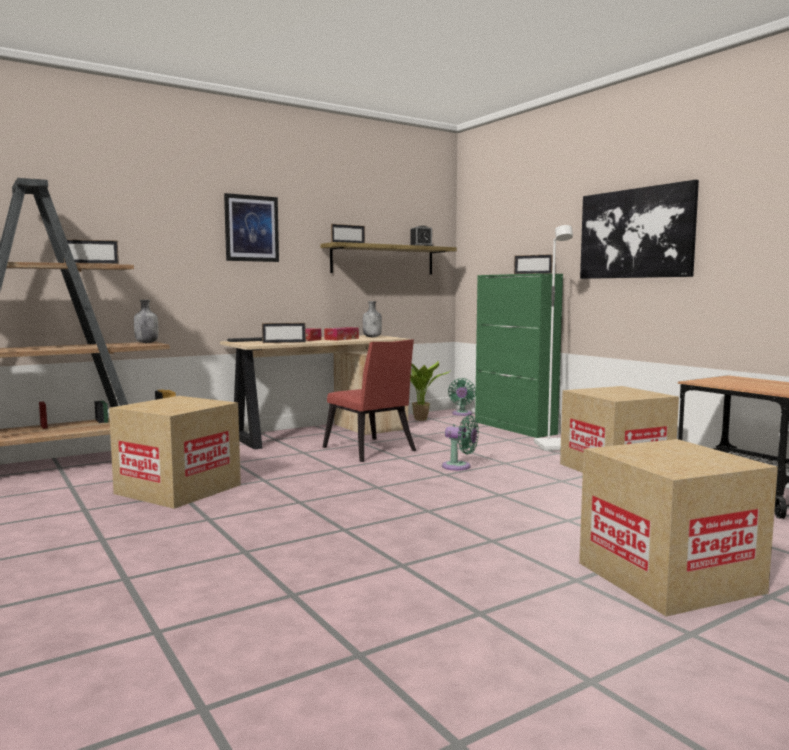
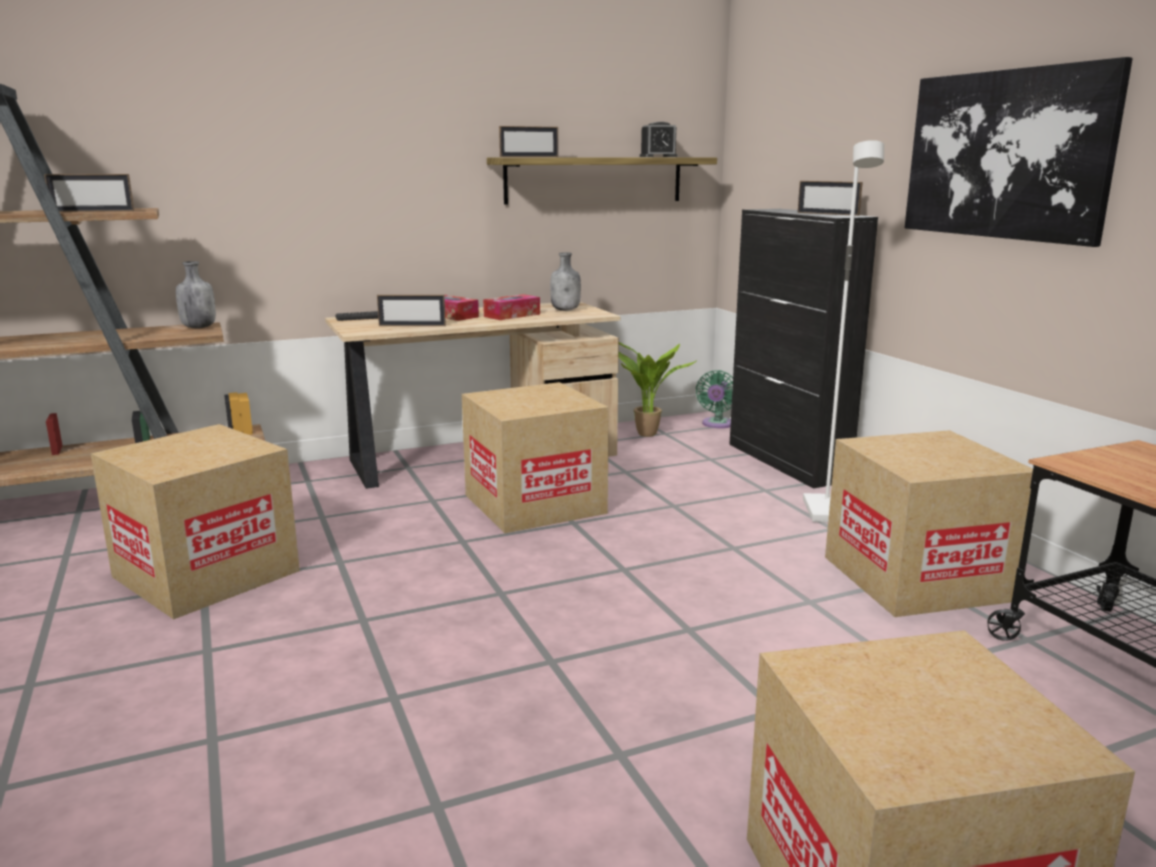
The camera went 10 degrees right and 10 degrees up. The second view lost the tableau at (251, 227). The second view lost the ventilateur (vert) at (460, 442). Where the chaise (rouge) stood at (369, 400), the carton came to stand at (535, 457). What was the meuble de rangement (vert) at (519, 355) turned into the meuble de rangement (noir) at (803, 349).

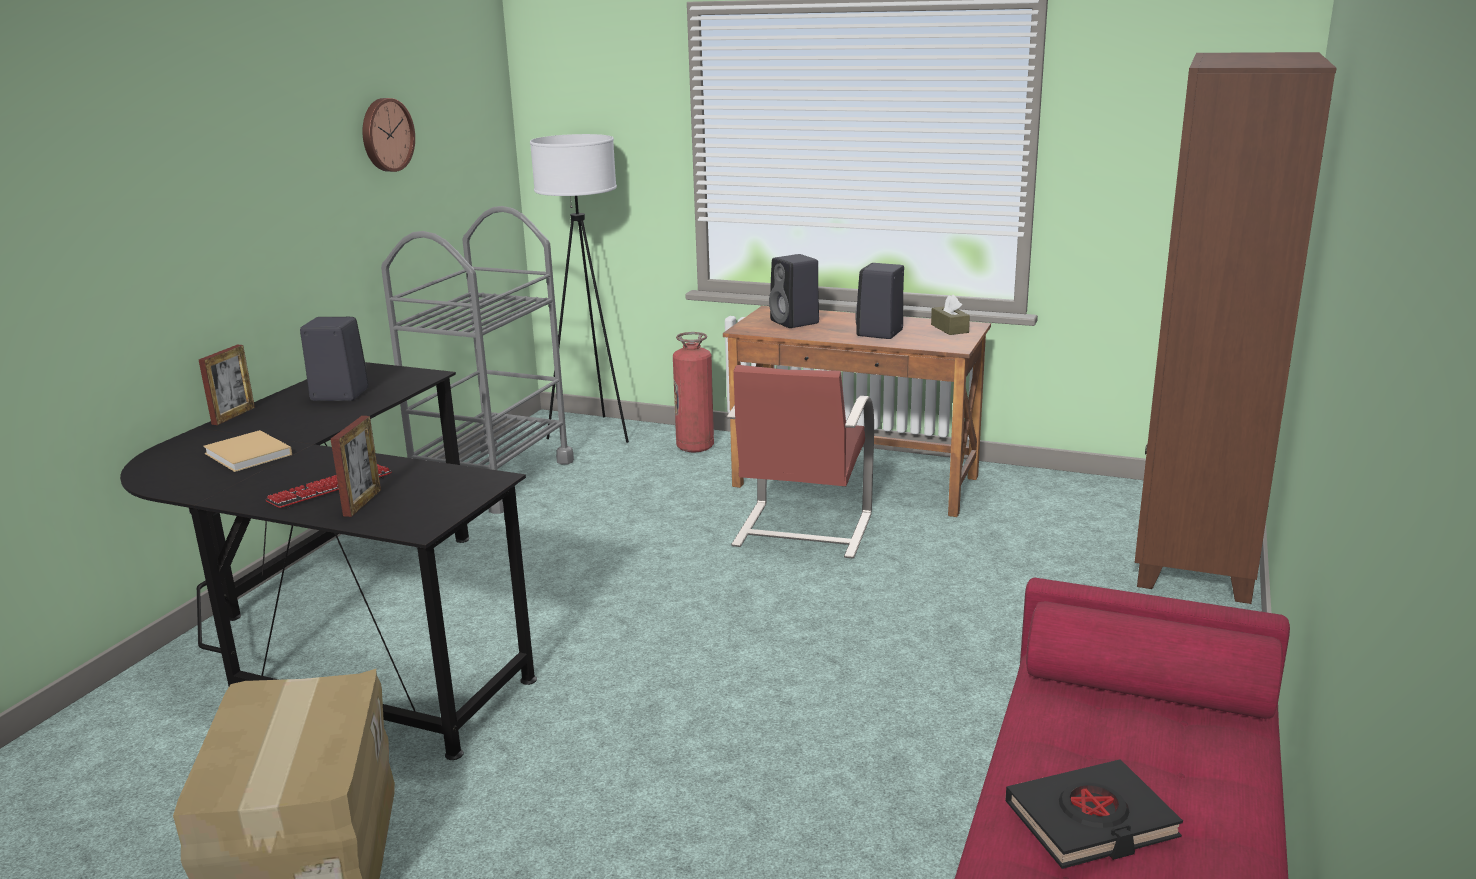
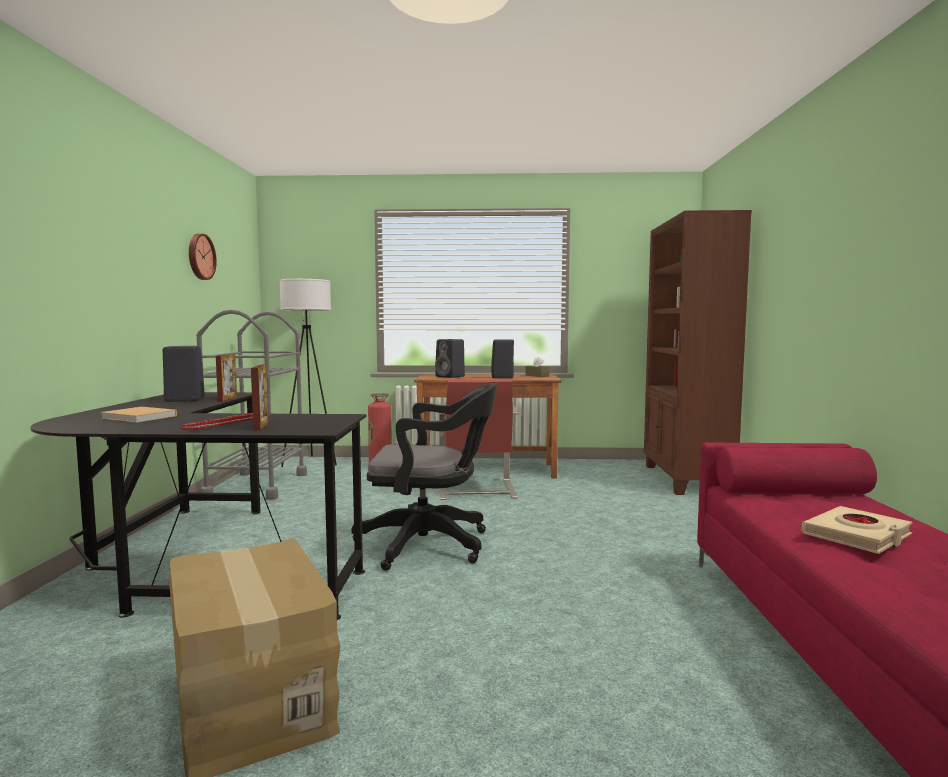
The camera went 20 degrees left and 15 degrees down. The second view gained the chaise de bureau (noir) at (424, 477). The cadre photo ended up elsewhere, having gone from (227, 384) to (226, 377). What was the livre (noir) at (1094, 814) turned into the livre (beige) at (857, 530).

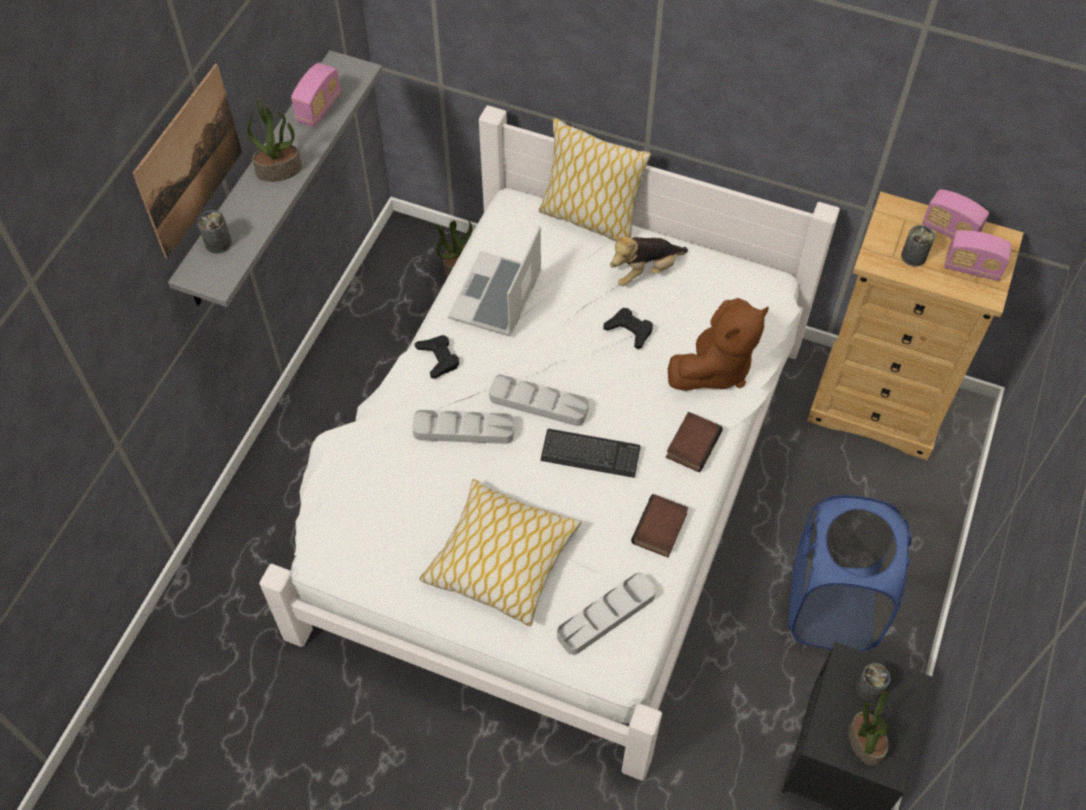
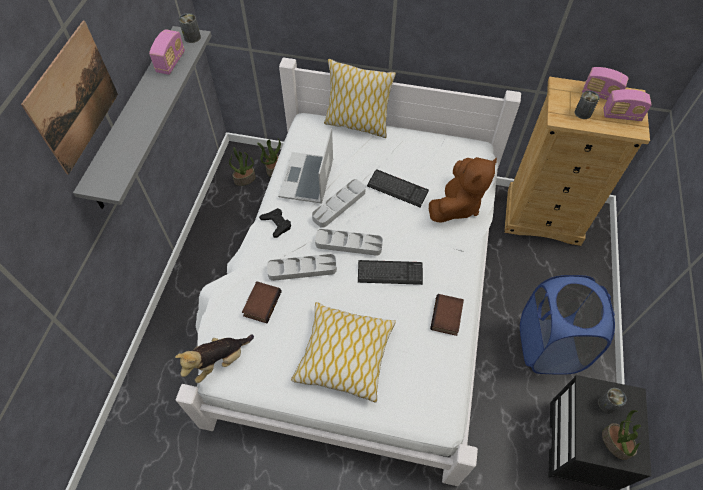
The camera went 10 degrees left and 0 degrees up. The boîte métallique ended up elsewhere, having gone from (214, 232) to (190, 28). The plante en pot ended up elsewhere, having gone from (274, 140) to (242, 166). The plateau (gris) ended up elsewhere, having gone from (606, 614) to (339, 203). The peluche ended up elsewhere, having gone from (649, 261) to (214, 358). The livre ended up elsewhere, having gone from (694, 442) to (262, 302). Where the manette (noir) stood at (628, 328), the clavier came to stand at (398, 188).

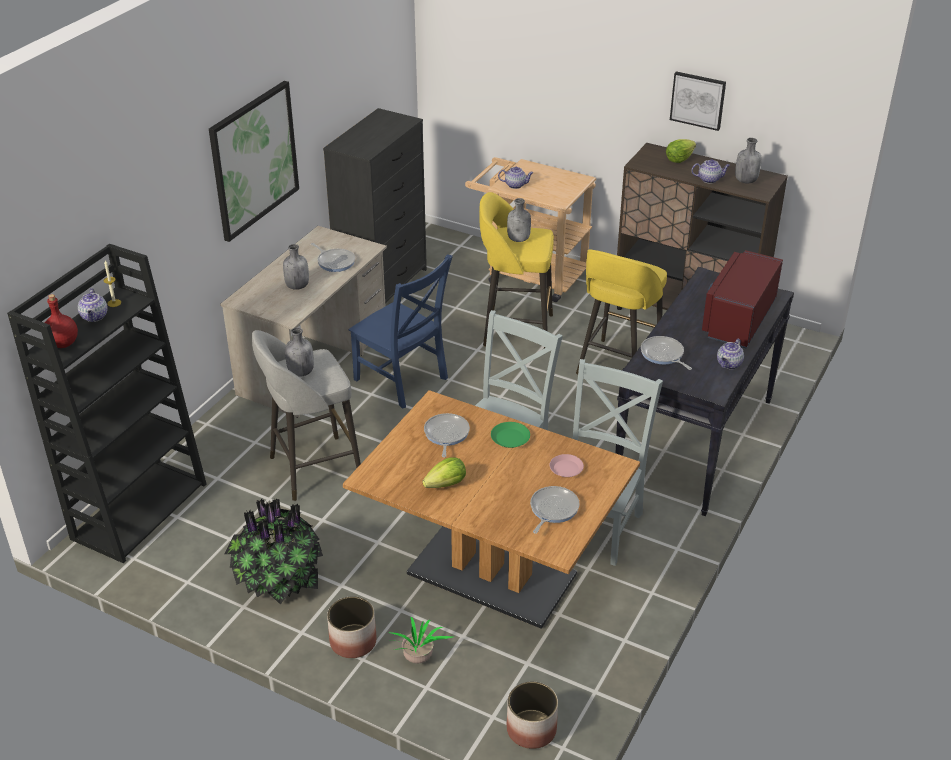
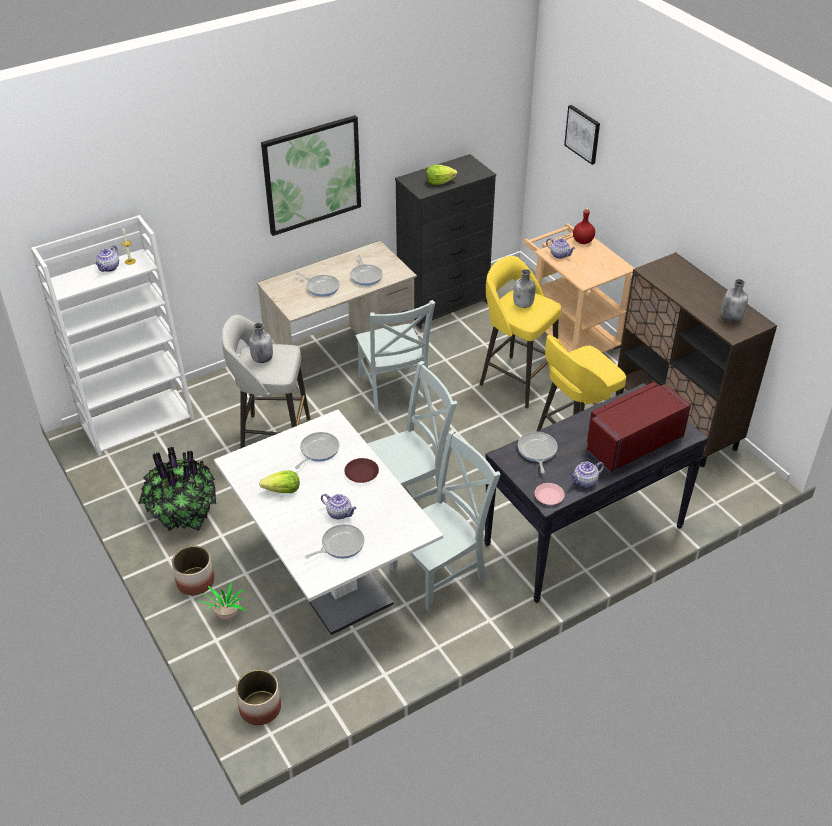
The camera went 30 degrees right and 5 degrees up. The bouteille (rouge) ended up elsewhere, having gone from (61, 321) to (584, 226). The assiette (rose) ended up elsewhere, having gone from (567, 465) to (550, 494). The laitue ended up elsewhere, having gone from (681, 151) to (442, 175). The tableau ended up elsewhere, having gone from (698, 101) to (582, 135). The théière ended up elsewhere, having gone from (710, 171) to (339, 506). Where the bouteille (gris) stood at (296, 267), the poêle came to stand at (318, 285). What was the bibliothèque (noir) at (106, 403) turned into the bibliothèque (blanc) at (112, 335). What was the table à manger (marron) at (491, 509) turned into the table à manger (blanc) at (328, 522). What was the chaise (bleu) at (401, 331) turned into the chaise (gris) at (395, 357). What was the assiette (vert) at (510, 435) turned into the assiette (marron) at (361, 470).

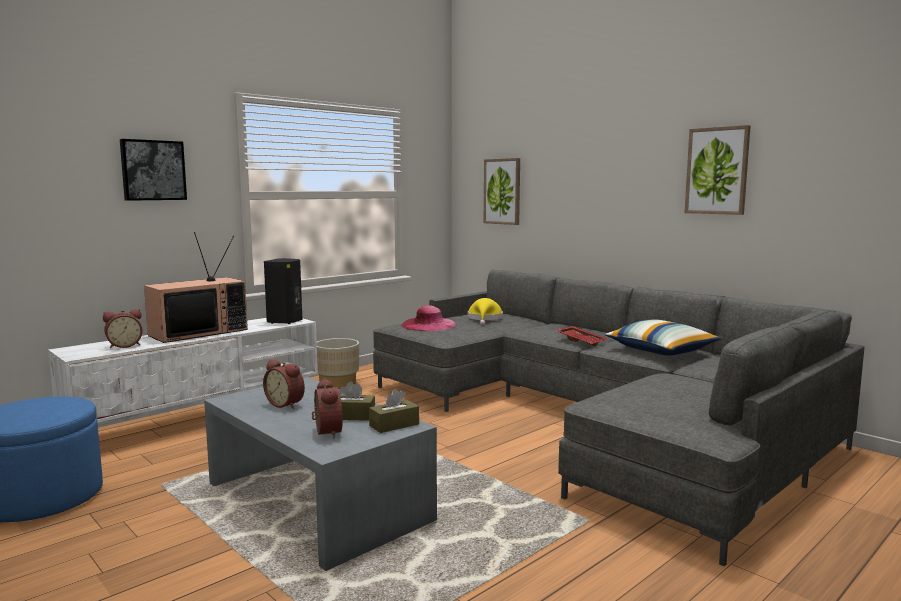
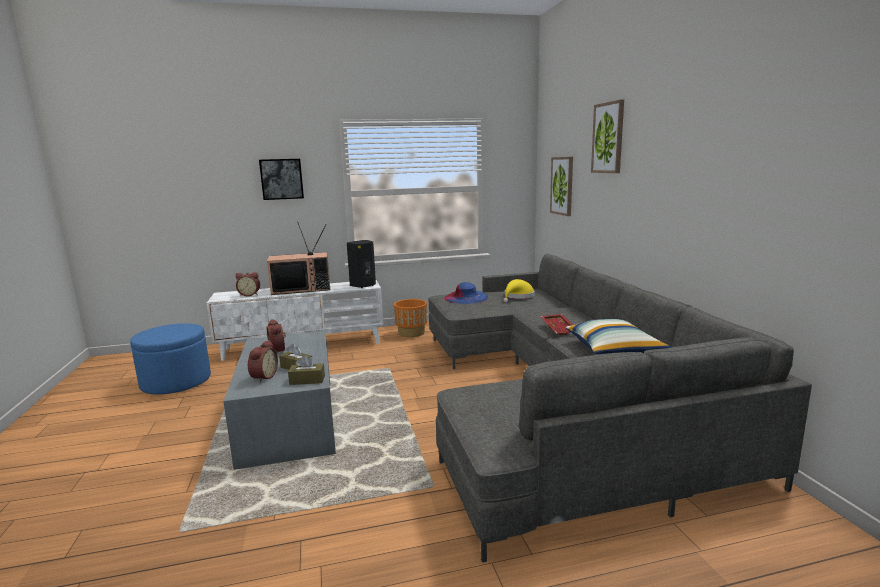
The camera went 30 degrees right and 5 degrees up. The tableau ended up elsewhere, having gone from (718, 170) to (607, 136). What was the cache-pot (beige) at (338, 363) turned into the cache-pot (orange) at (410, 318). What was the chapeau (rose) at (428, 318) turned into the chapeau (bleu) at (466, 293).

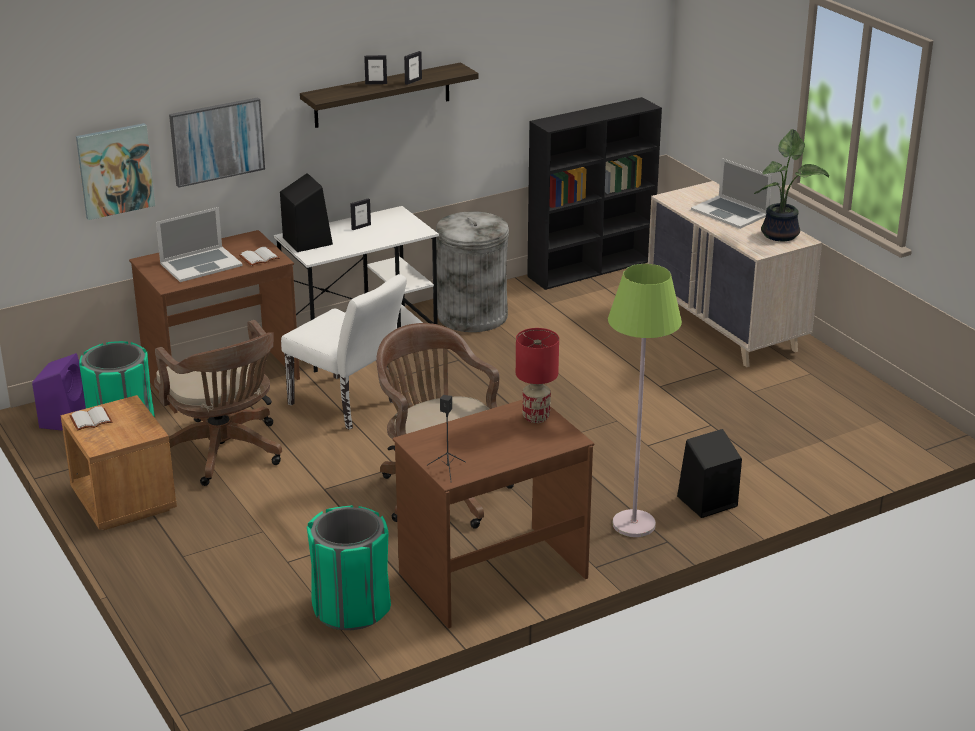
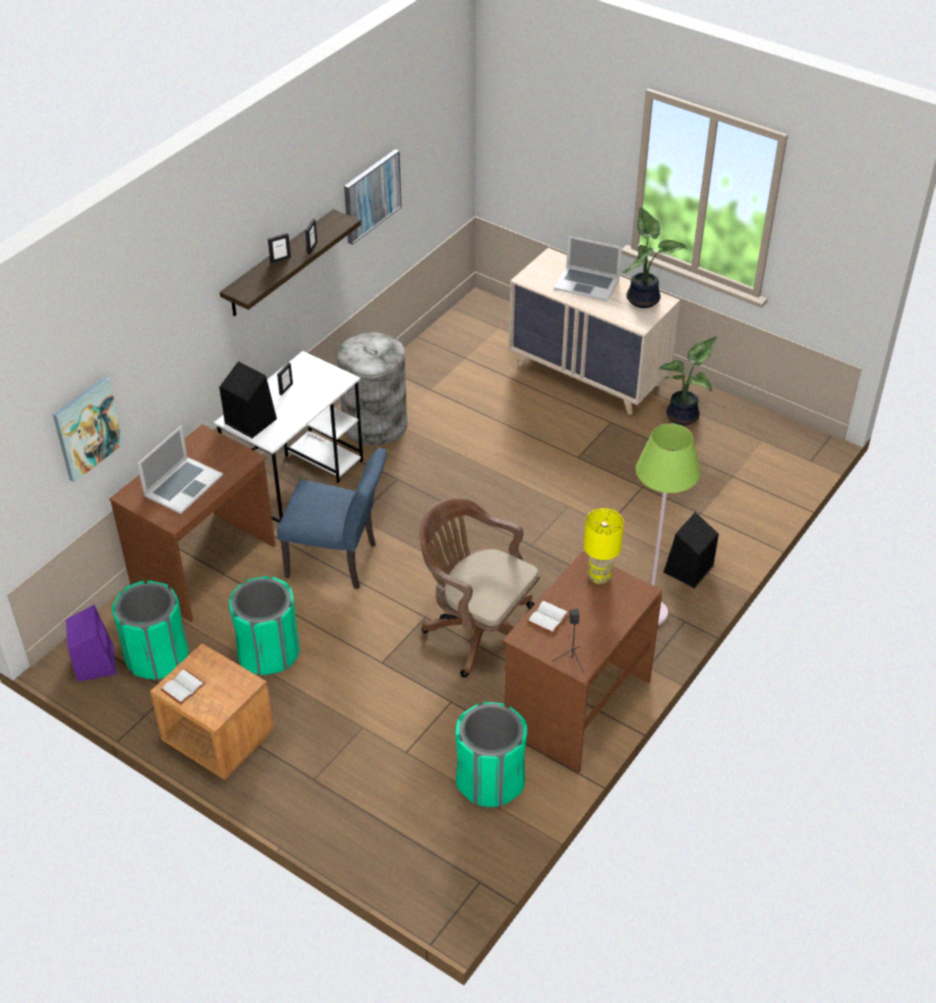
The camera went 25 degrees left and 15 degrees up. The second view lost the bibliothèque (noir) at (594, 193). The second view gained the plante en pot at (688, 381). The tableau ended up elsewhere, having gone from (217, 142) to (373, 197). The livre (blanc) ended up elsewhere, having gone from (259, 256) to (548, 617). Where the chaise de bureau (marron) stood at (218, 403), the poubelle (vert) came to stand at (264, 625). What was the chaise (blanc) at (344, 352) turned into the chaise (bleu) at (332, 518). What was the lampe de table (rouge) at (537, 375) turned into the lampe de table (jaune) at (604, 546).

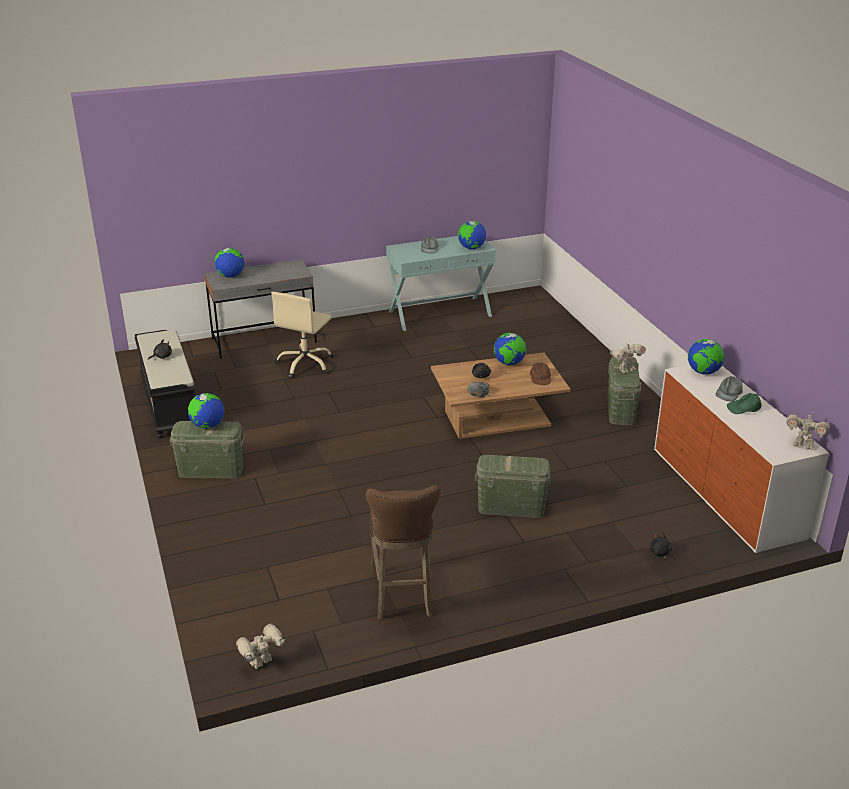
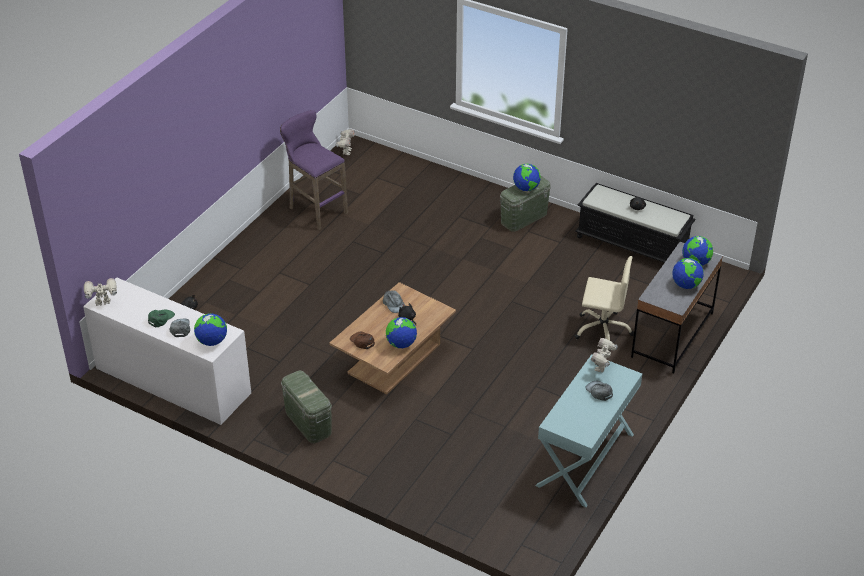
The camera went 140 degrees right and 10 degrees up. The second view lost the boîte de rangement (vert) at (513, 486). The globe ended up elsewhere, having gone from (472, 235) to (688, 273). The robot jouet ended up elsewhere, having gone from (628, 357) to (604, 355). What was the tabouret (marron) at (403, 552) turned into the tabouret (violet) at (314, 170). The chaise de bureau (beige) at (302, 335) ended up facing another way, 120 degrees clockwise from before.

